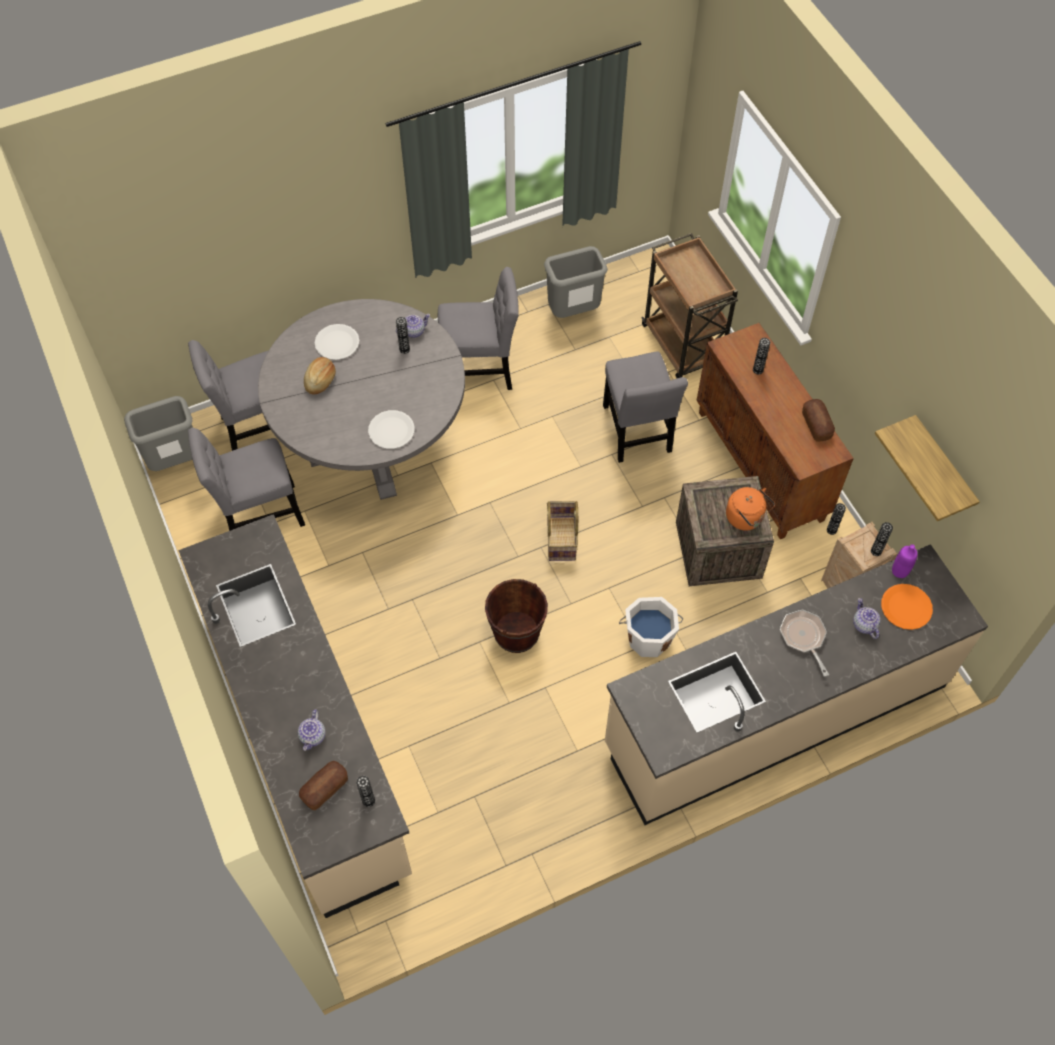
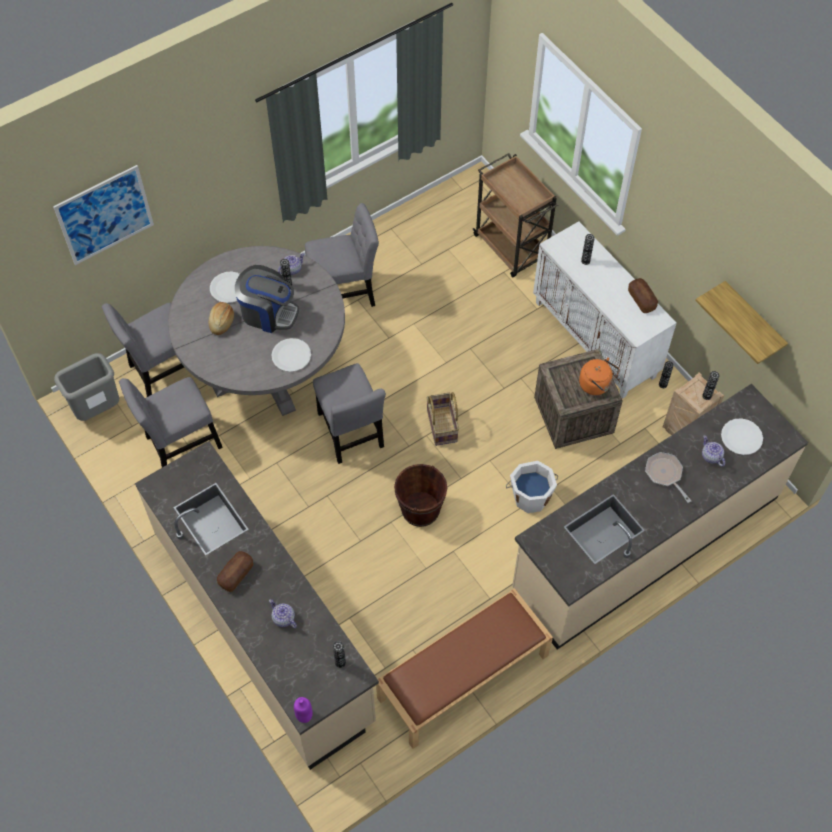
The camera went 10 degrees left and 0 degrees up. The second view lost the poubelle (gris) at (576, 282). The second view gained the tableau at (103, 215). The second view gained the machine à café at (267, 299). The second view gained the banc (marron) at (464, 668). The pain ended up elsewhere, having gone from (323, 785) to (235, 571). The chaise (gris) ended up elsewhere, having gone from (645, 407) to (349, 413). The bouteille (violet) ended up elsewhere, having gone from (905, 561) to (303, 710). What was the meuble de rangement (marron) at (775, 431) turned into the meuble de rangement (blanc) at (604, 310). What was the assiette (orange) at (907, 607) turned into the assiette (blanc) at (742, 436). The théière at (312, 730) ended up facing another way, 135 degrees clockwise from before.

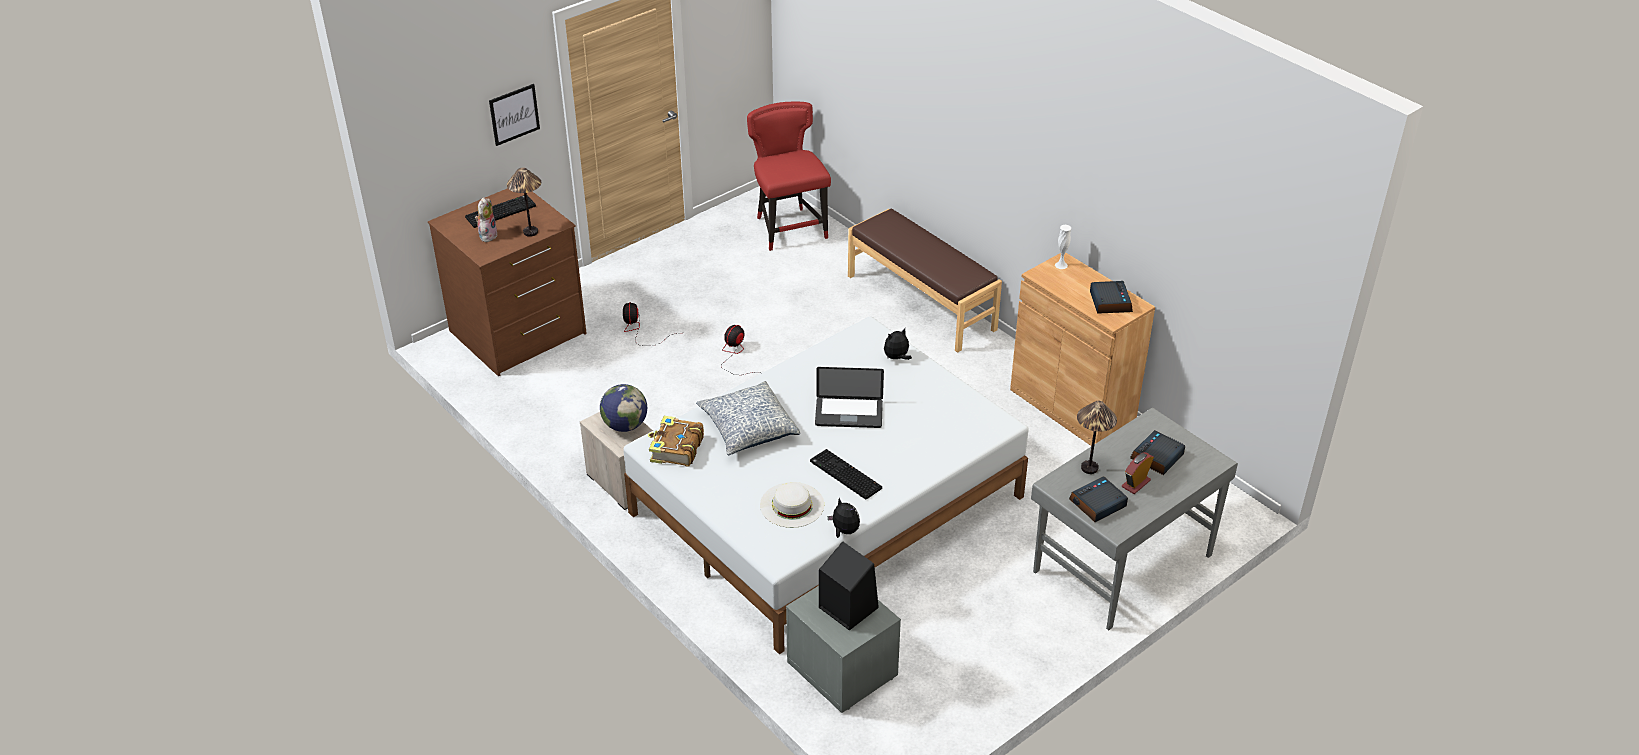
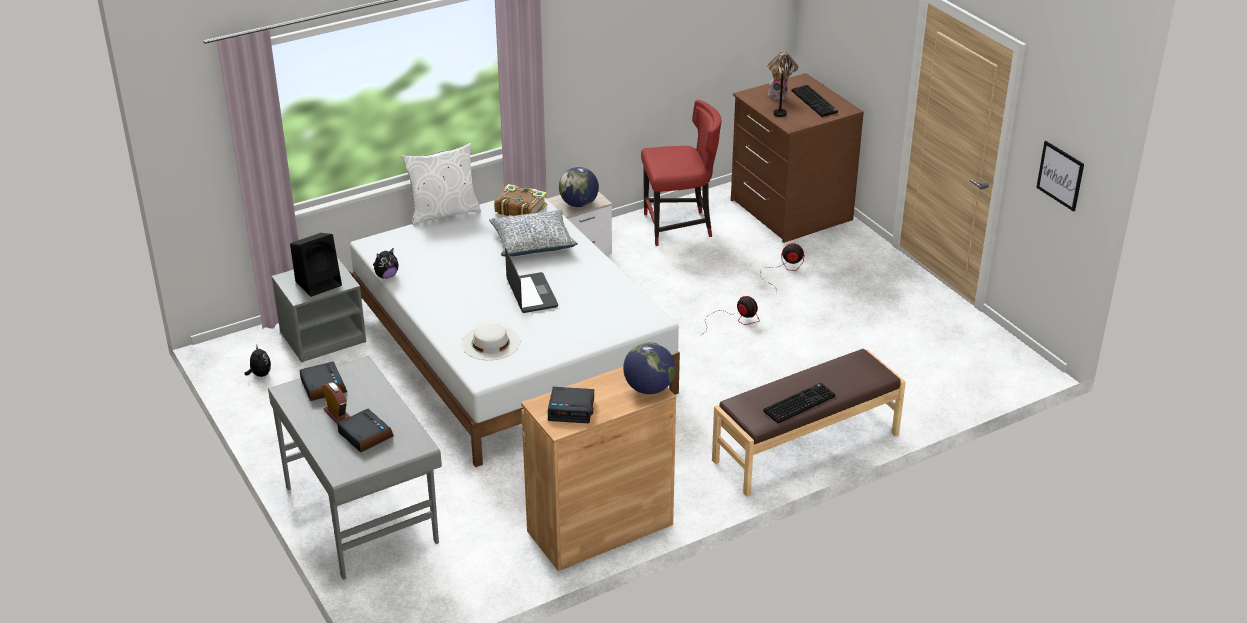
The camera went 100 degrees right and 5 degrees down. The second view lost the lampe de table at (1097, 437). The second view gained the coussin (blanc) at (441, 184). The tableau ended up elsewhere, having gone from (514, 115) to (1060, 176). The chaise (rouge) ended up elsewhere, having gone from (789, 176) to (681, 172). The chapeau (blanc) ended up elsewhere, having gone from (792, 505) to (490, 341). The clavier ended up elsewhere, having gone from (846, 474) to (799, 403). The peluche ended up elsewhere, having gone from (898, 344) to (257, 362). Where the vase (blanc) stood at (1063, 247), the globe came to stand at (649, 368). The ordinateur portable at (849, 397) ended up facing another way, 150 degrees clockwise from before.

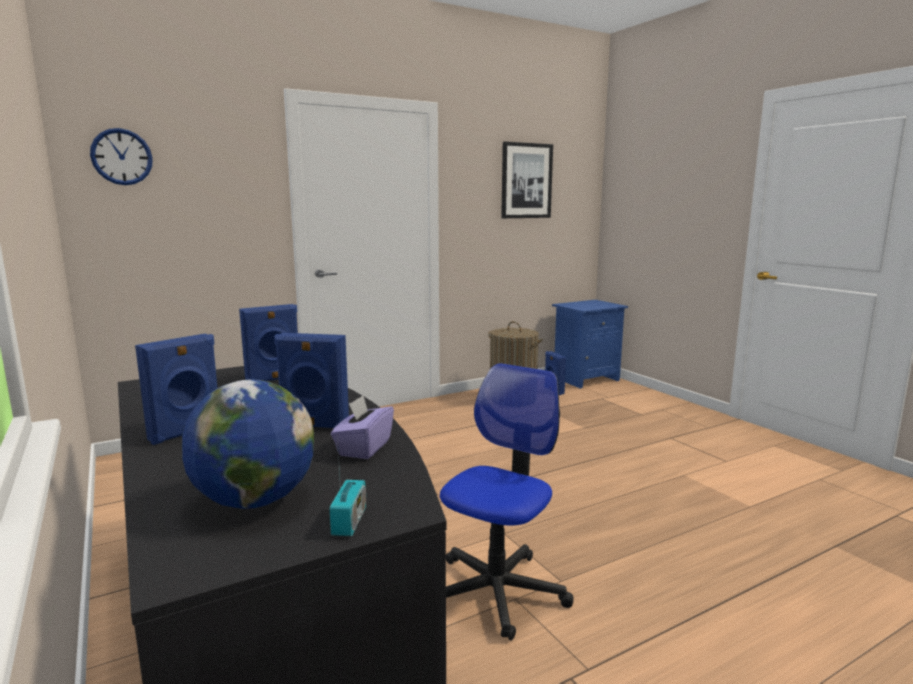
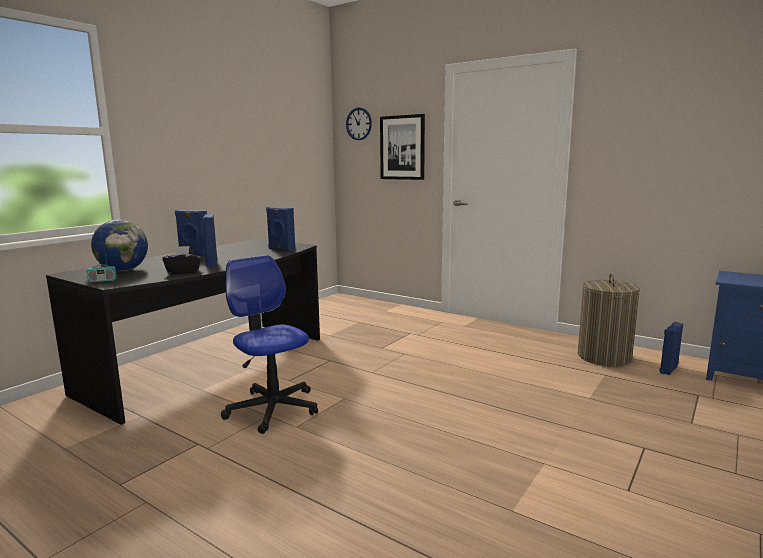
The camera went 65 degrees right and 0 degrees up. The tableau ended up elsewhere, having gone from (527, 180) to (402, 147). What was the boîte à mouchoirs (violet) at (362, 427) turned into the boîte à mouchoirs (noir) at (181, 260). The chaise de bureau at (507, 502) ended up facing another way, 135 degrees counterclockwise from before.

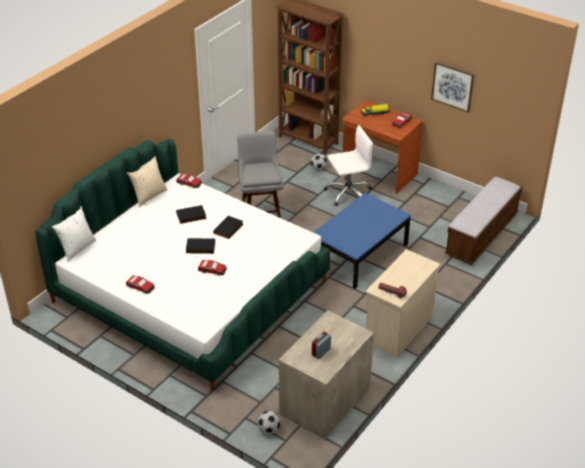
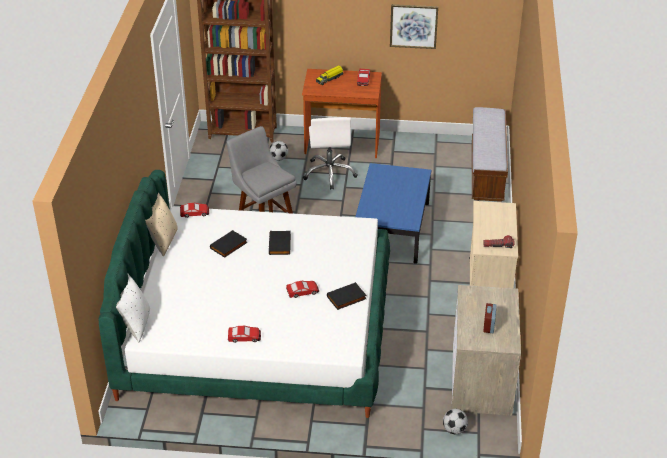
The camera went 30 degrees left and 0 degrees up. The livre (noir) ended up elsewhere, having gone from (200, 246) to (347, 296). The chaise de bureau (blanc) at (348, 165) ended up facing another way, 135 degrees clockwise from before.

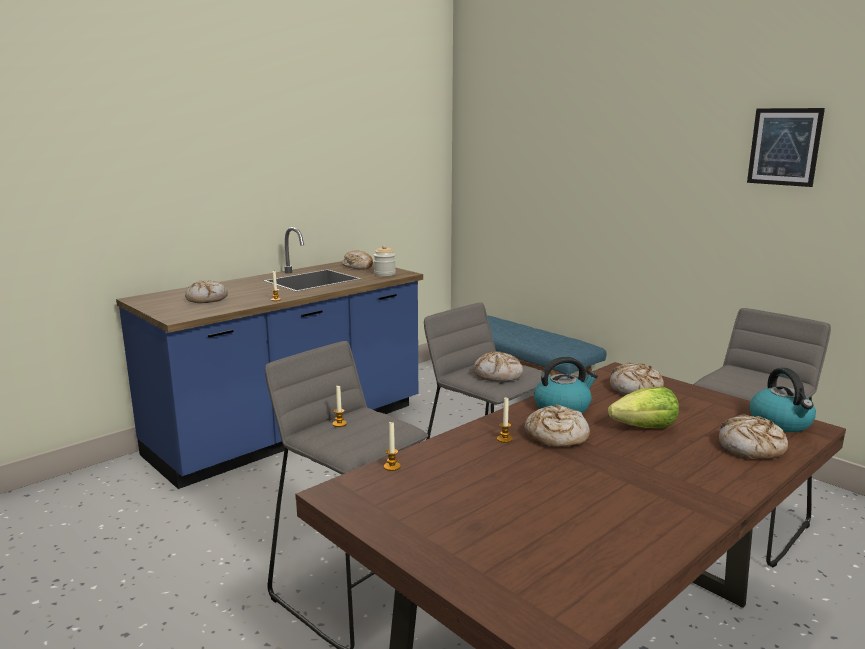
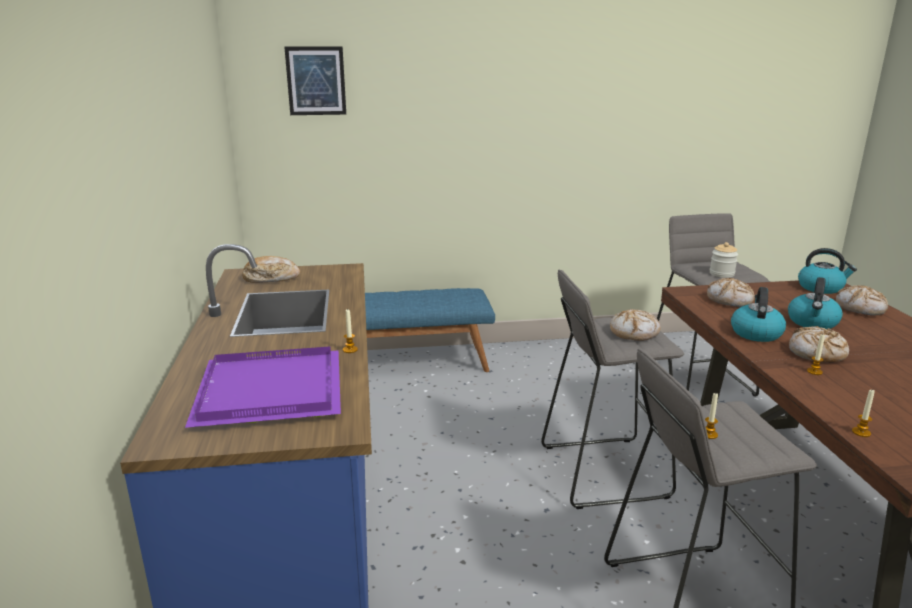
The camera went 55 degrees left and 5 degrees up. The bocal ended up elsewhere, having gone from (385, 260) to (724, 260). The tableau ended up elsewhere, having gone from (786, 147) to (315, 80). Where the pain stood at (206, 291), the plateau (violet) came to stand at (263, 387). Where the laitue stood at (643, 407), the bouilloire came to stand at (815, 303).

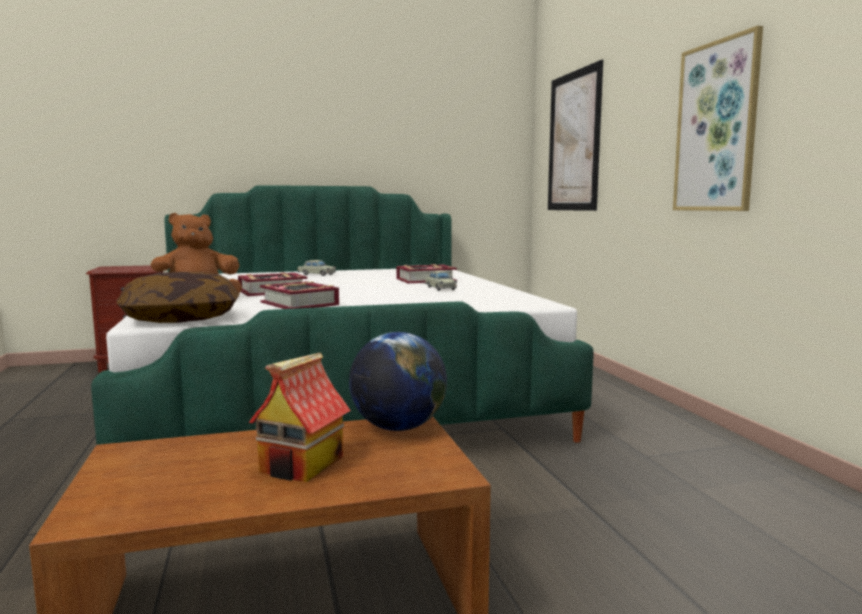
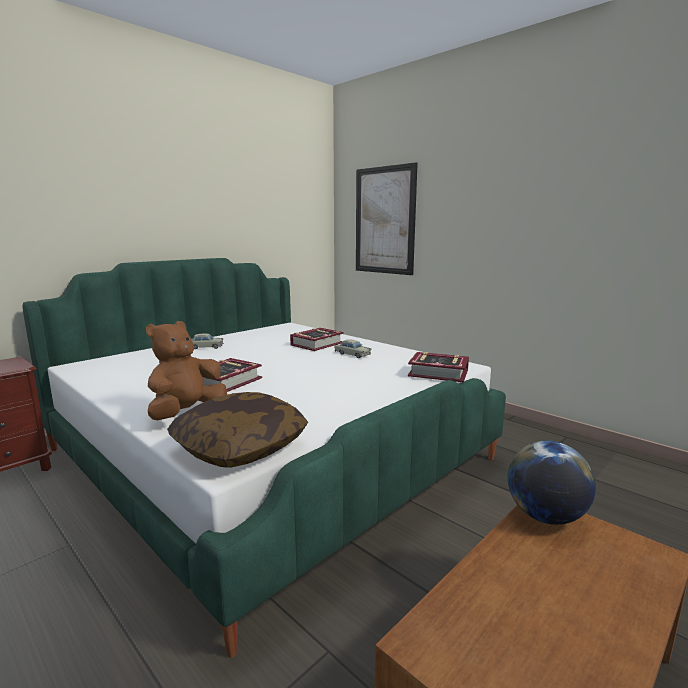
The camera went 30 degrees left and 5 degrees up. The second view lost the maison miniature at (300, 417). The second view lost the tableau at (718, 118). The livre ended up elsewhere, having gone from (299, 295) to (438, 367).

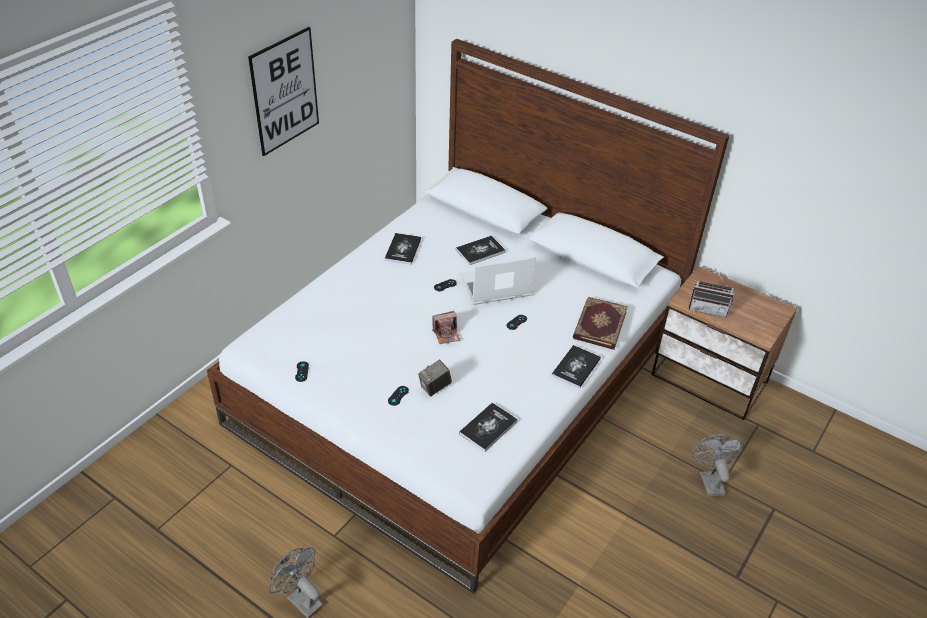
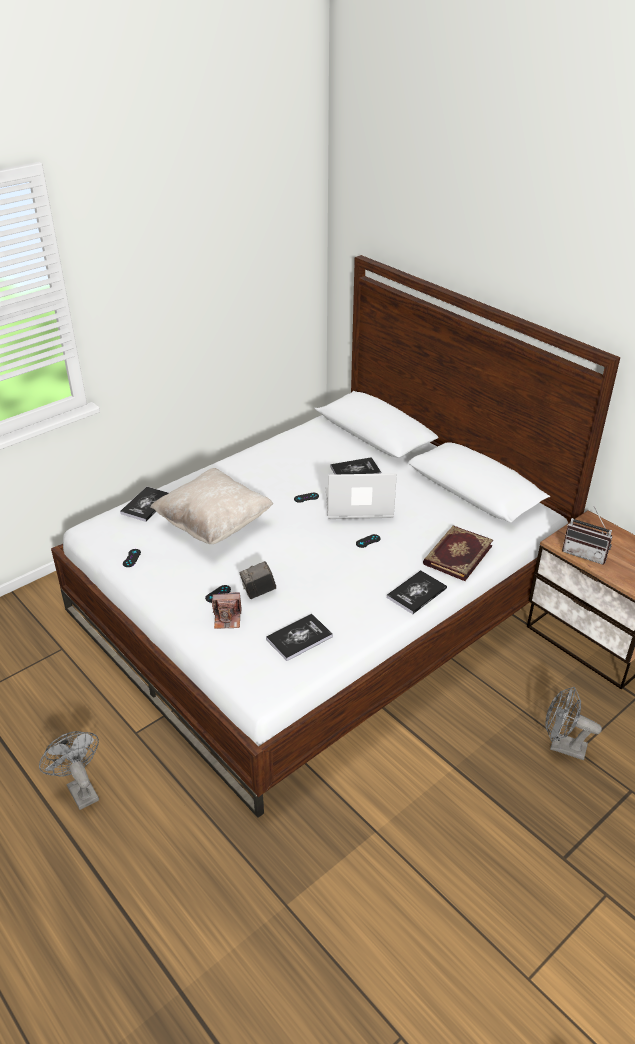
The camera went 15 degrees right and 5 degrees down. The second view lost the tableau at (283, 91). The second view gained the coussin (beige) at (211, 506). The livre ended up elsewhere, having gone from (403, 249) to (144, 504). The appareil photo ended up elsewhere, having gone from (446, 327) to (226, 610). The ventilateur (gris) at (718, 465) ended up facing another way, 75 degrees counterclockwise from before.

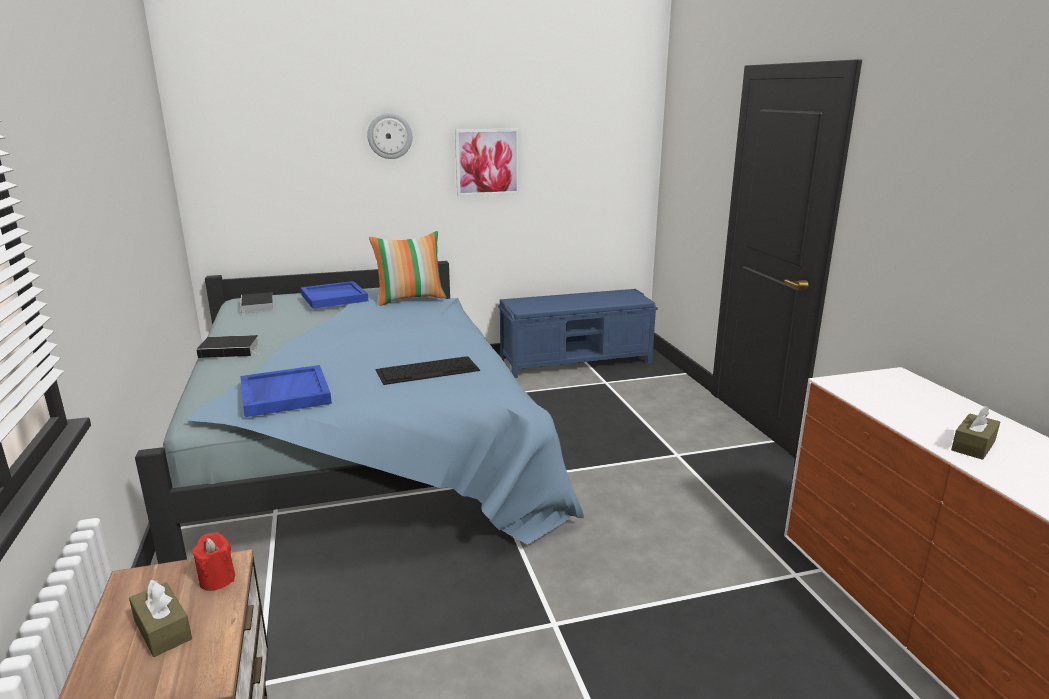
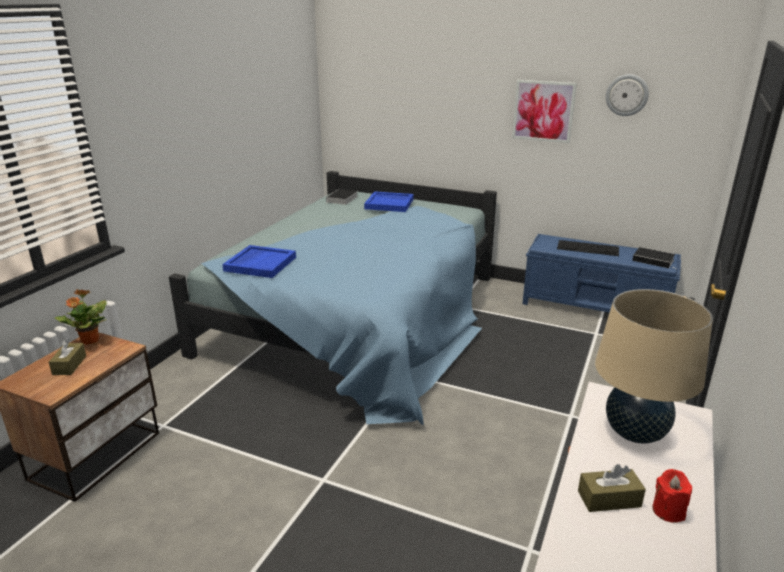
The camera went 40 degrees right and 5 degrees up. The second view lost the coussin at (408, 268). The second view gained the plante en pot at (81, 317). The second view gained the lampe de table (beige) at (654, 366). The bougie (rouge) ended up elsewhere, having gone from (213, 561) to (672, 496). The livre ended up elsewhere, having gone from (229, 346) to (653, 257). The horloge murale ended up elsewhere, having gone from (389, 136) to (627, 95). The clavier ended up elsewhere, having gone from (428, 370) to (588, 248).

